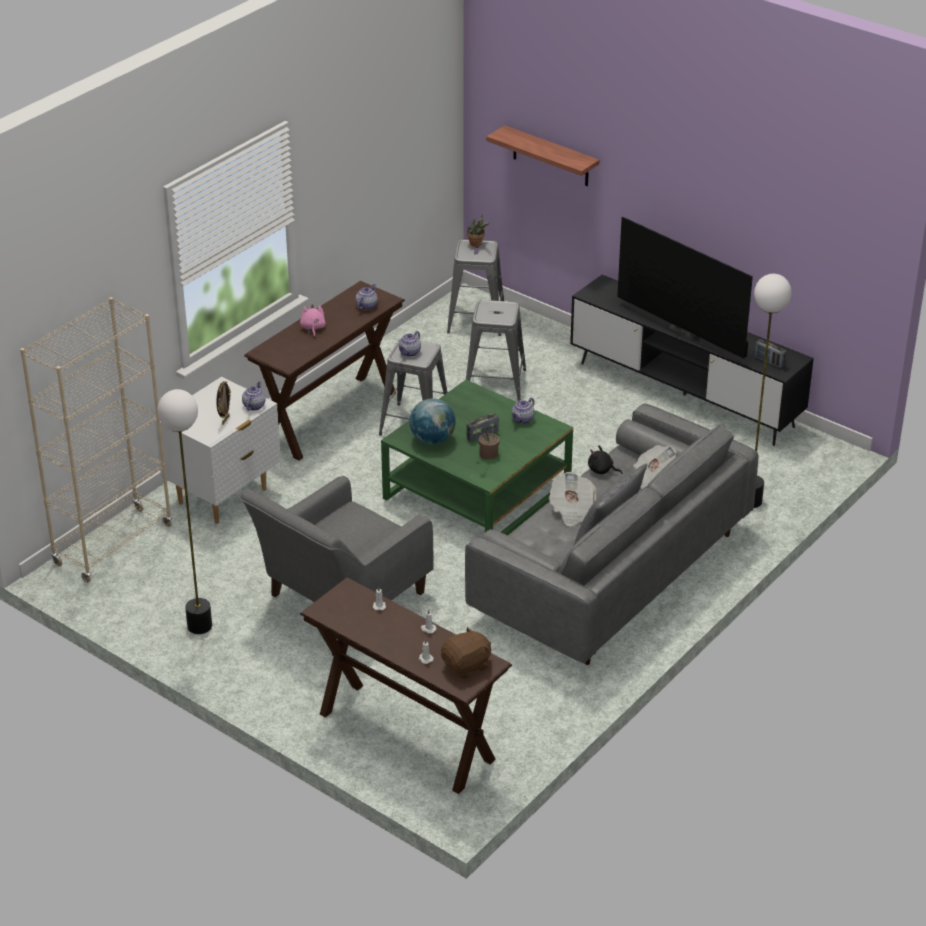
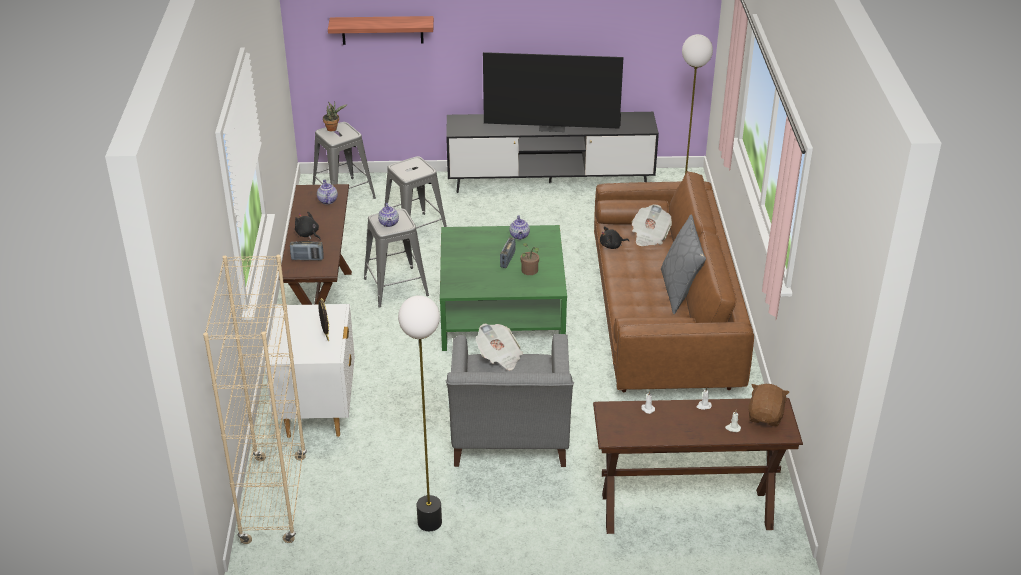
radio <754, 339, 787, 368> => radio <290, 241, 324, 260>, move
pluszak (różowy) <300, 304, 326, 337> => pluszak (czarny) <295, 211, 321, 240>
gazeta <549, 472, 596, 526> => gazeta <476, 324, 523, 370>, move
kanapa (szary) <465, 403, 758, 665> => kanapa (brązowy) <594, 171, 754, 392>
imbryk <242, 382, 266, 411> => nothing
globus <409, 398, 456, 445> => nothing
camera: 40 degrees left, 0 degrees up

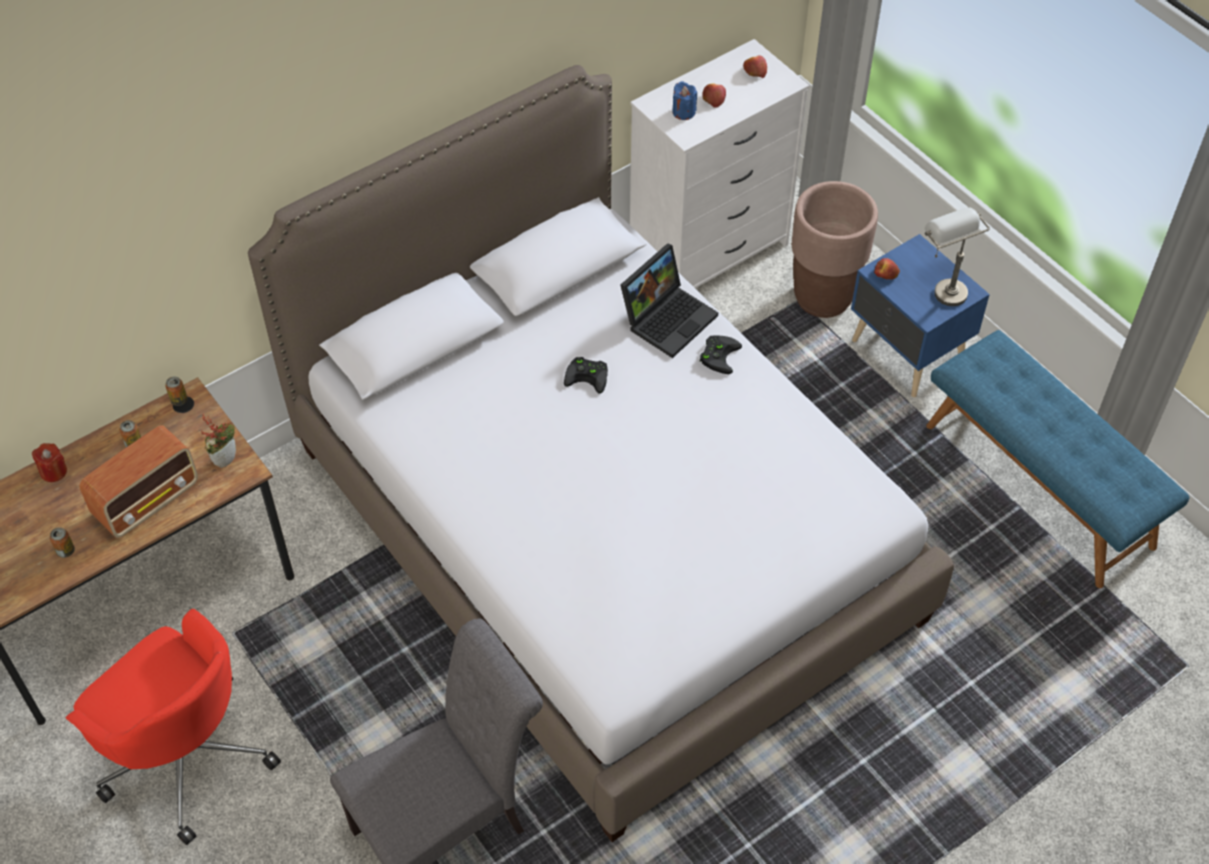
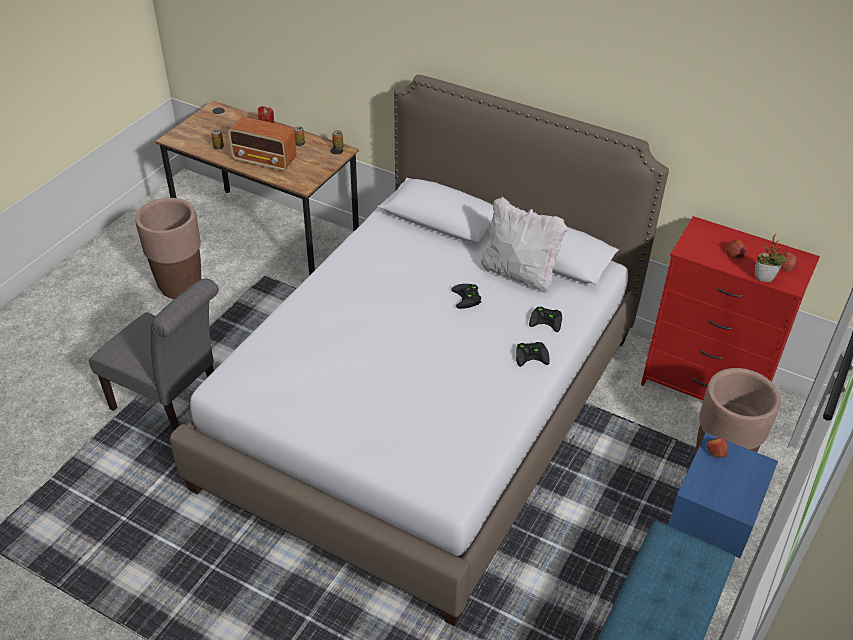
krzesło biurowe (czerwony) <66, 609, 281, 845> => donica (brązowy) <135, 198, 201, 299>
nothing => poduszka (biały) <481, 197, 568, 293>
laptop <620, 243, 718, 358> => pad do gier (czarny) <529, 306, 562, 332>
komoda (biały) <630, 39, 810, 288> => komoda (czerwony) <641, 216, 820, 400>
roślina doniczkowa <201, 414, 236, 468> => roślina doniczkowa <755, 235, 787, 282>, move
świeca (niebieski) <672, 81, 697, 120> => nothing
lampa stołowa (szary) <925, 207, 990, 306> => nothing
camera: 65 degrees right, 10 degrees down

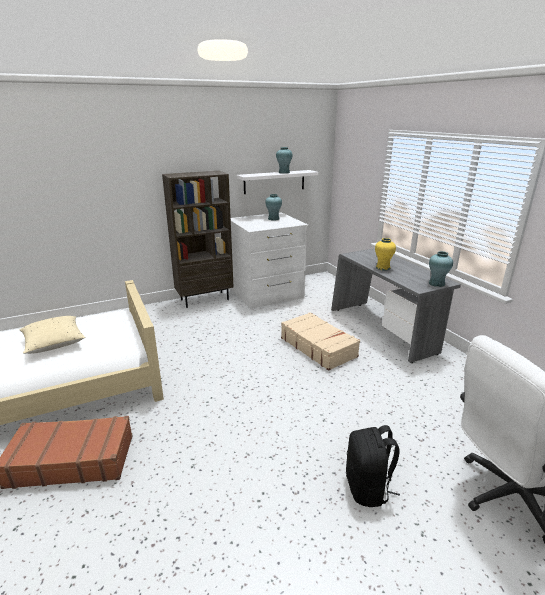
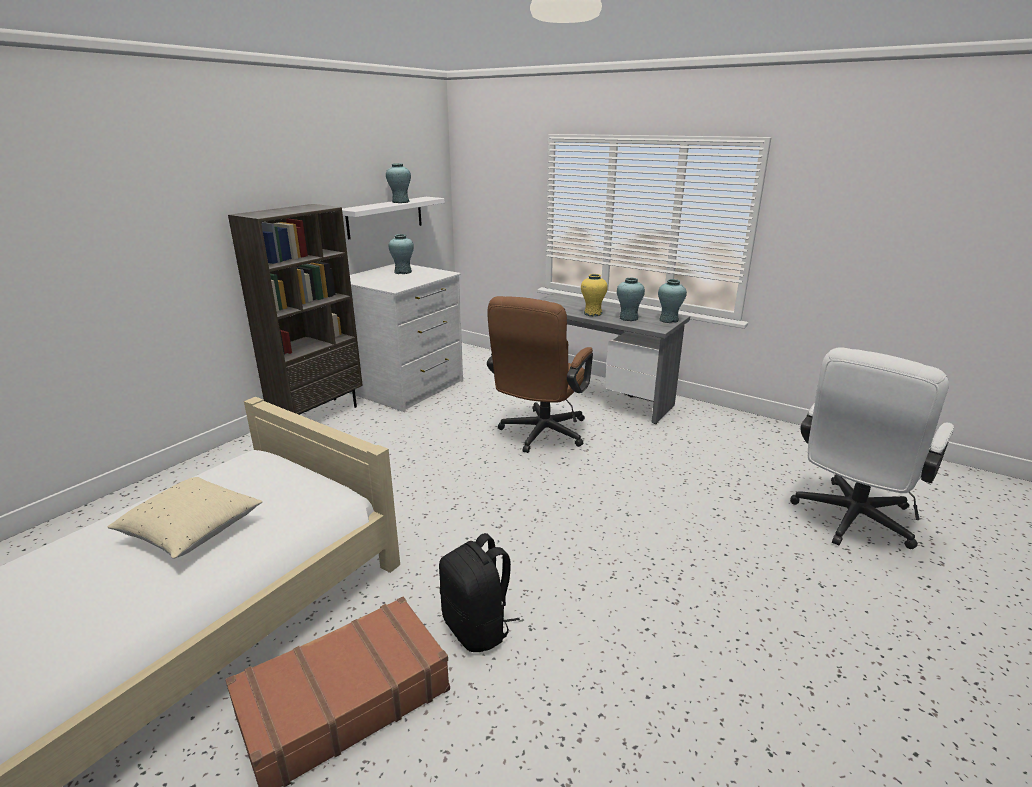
plecak (czarny) <346, 425, 400, 507> => plecak (czarny) <439, 533, 520, 652>, move
walizka (beżowy) <281, 312, 360, 371> => krzesło biurowe (brązowy) <487, 296, 593, 453>
nothing => wazon (turkusowy) <617, 278, 645, 321>
camera: 30 degrees left, 0 degrees up

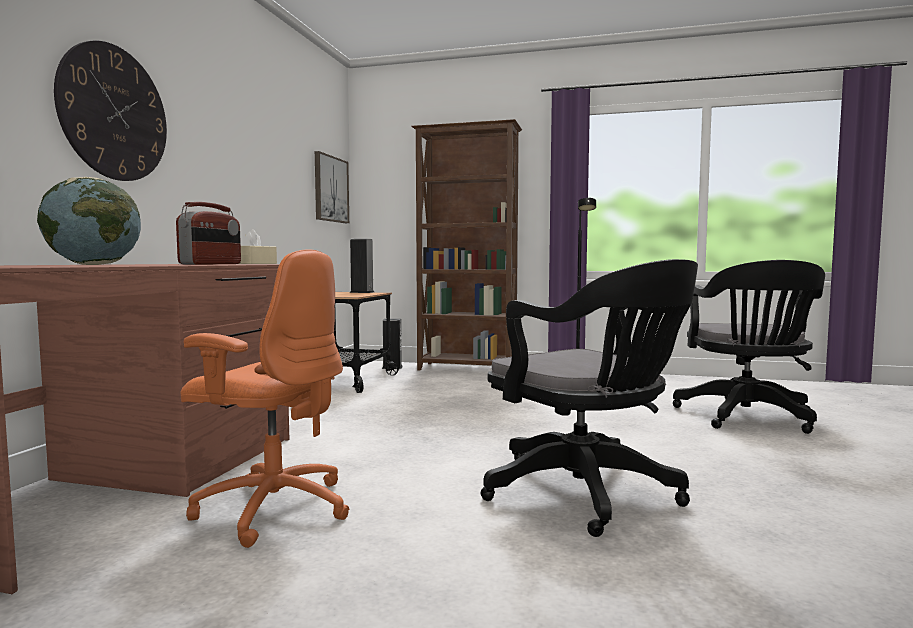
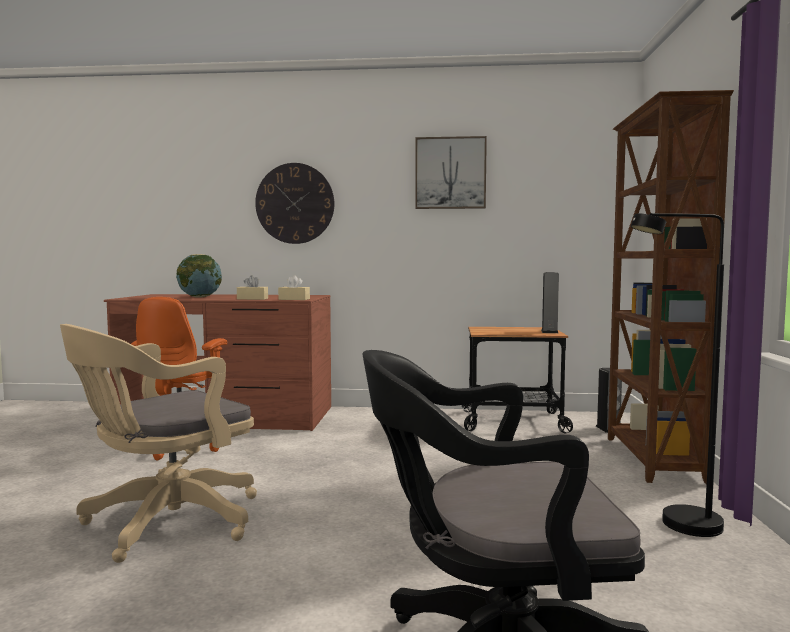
krzesło biurowe (czarny) <481, 259, 698, 537> => krzesło biurowe (beżowy) <60, 324, 257, 563>
radio <176, 202, 241, 265> => pudełko chusteczek (beżowy) <237, 275, 268, 300>
obraz <315, 151, 349, 223> => obraz <415, 136, 487, 209>, move
camera: 80 degrees right, 0 degrees up

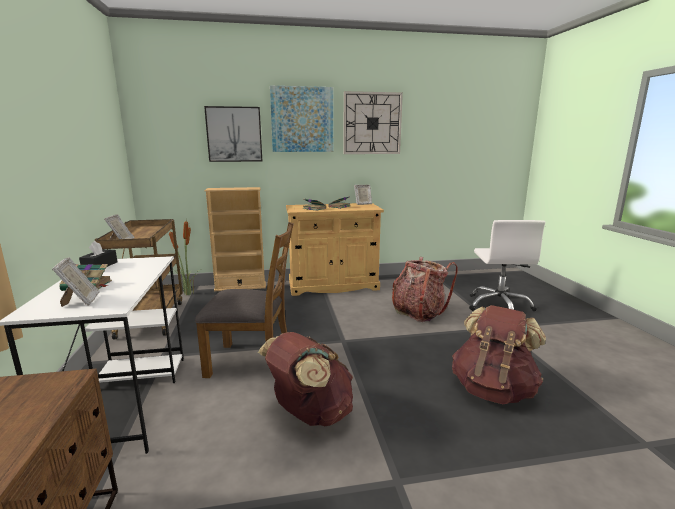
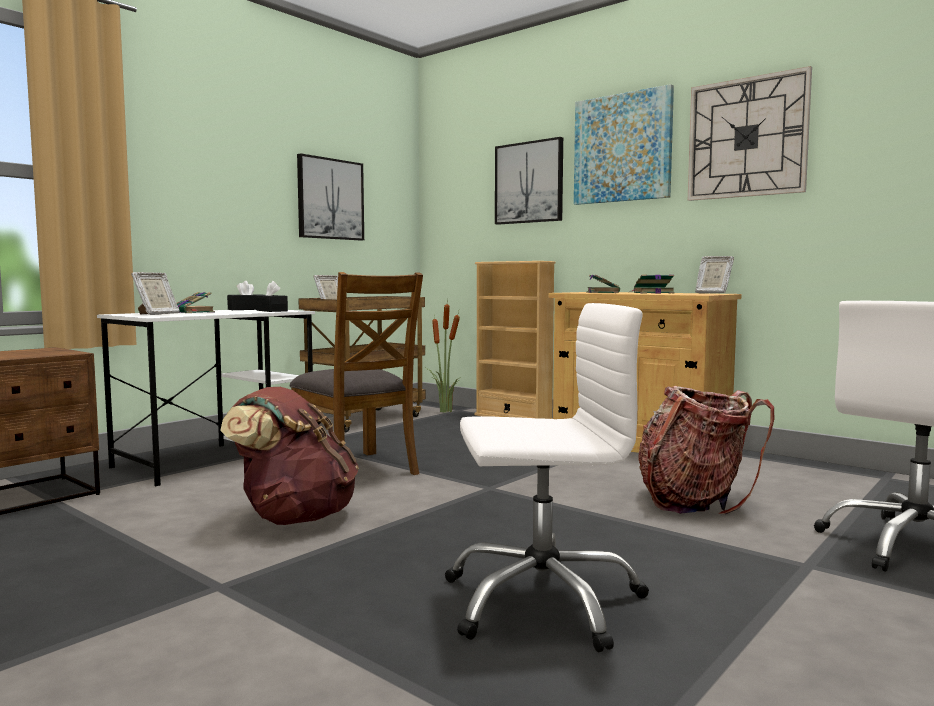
nothing => pudełko chusteczek (czarny) <256, 281, 288, 312>
nothing => obraz <297, 153, 364, 240>
plecak (brązowy) <452, 305, 546, 404> => krzesło biurowe (biały) <445, 303, 649, 652>
camera: 50 degrees right, 10 degrees down

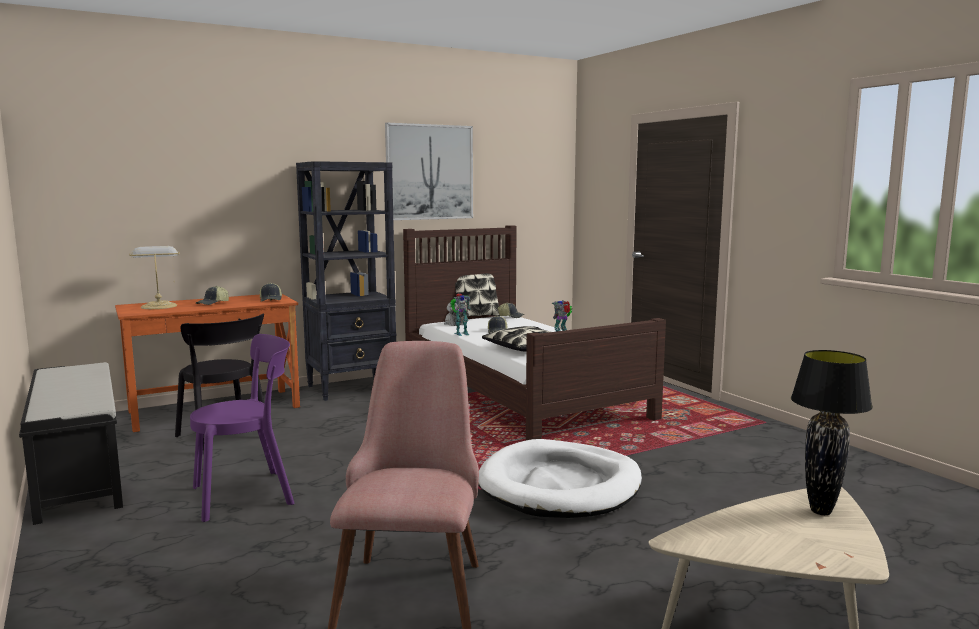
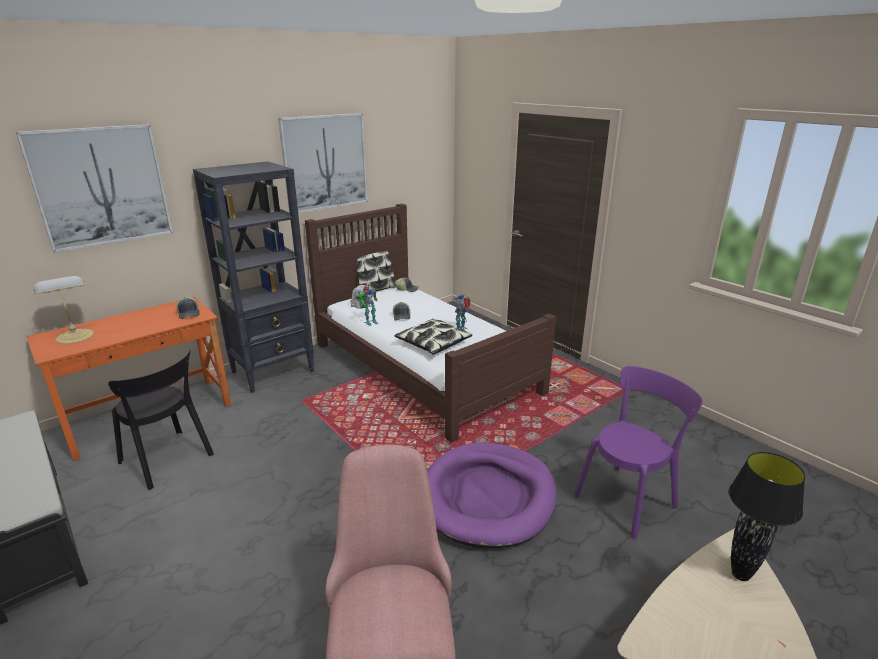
nothing => obraz <16, 124, 173, 253>
legowisko (biały) <478, 439, 642, 518> => legowisko (fioletowy) <427, 442, 556, 548>
krzesło (fioletowy) <190, 334, 295, 522> => krzesło (fioletowy) <574, 366, 703, 539>, move
czapka z daszkiem <196, 286, 229, 305> => nothing
camera: 10 degrees left, 15 degrees up

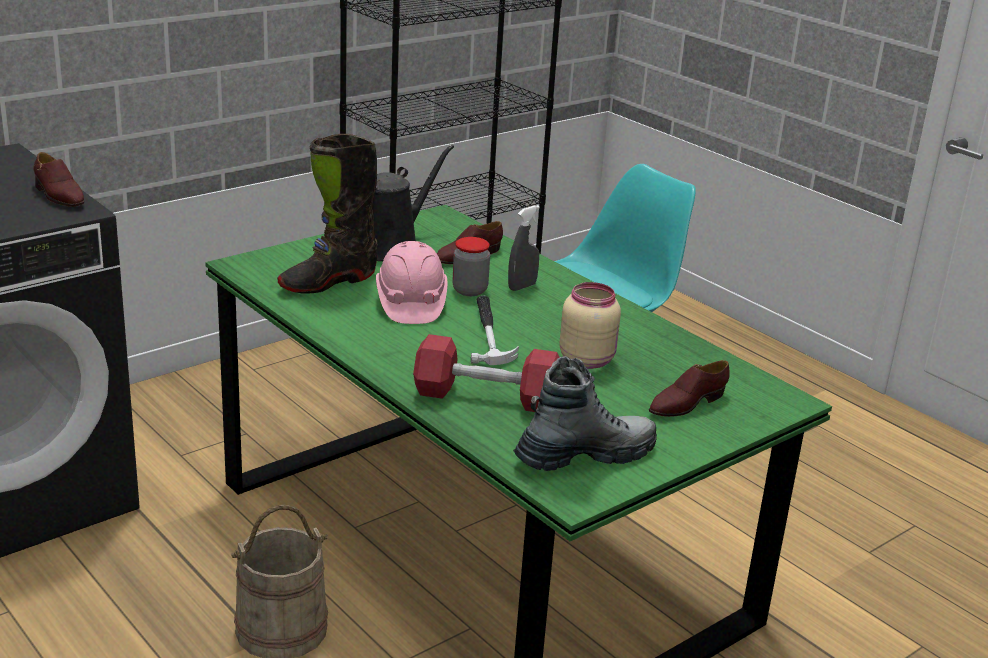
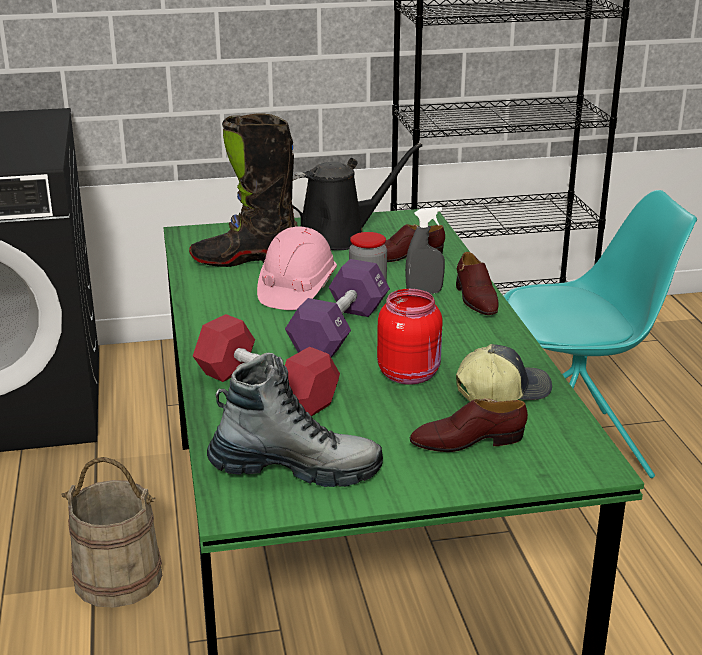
młotek <471, 296, 519, 365> => hantel (fioletowy) <285, 259, 390, 357>
słoik (beżowy) <559, 282, 621, 369> => słoik (czerwony) <377, 289, 443, 385>
but (brązowy) <34, 152, 84, 207> => but (brązowy) <456, 252, 499, 315>, move
nothing => czapka z daszkiem <456, 344, 552, 402>
camera: 30 degrees right, 0 degrees up

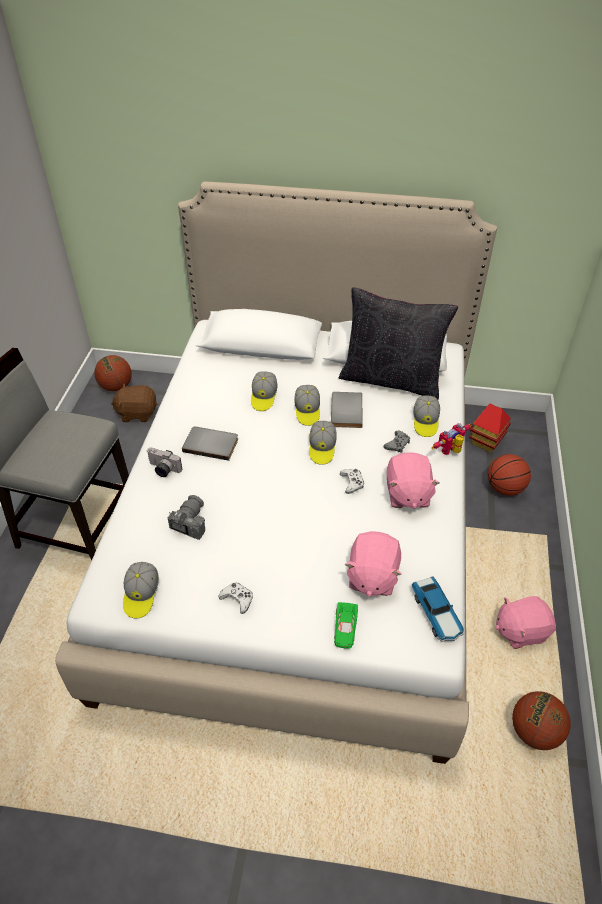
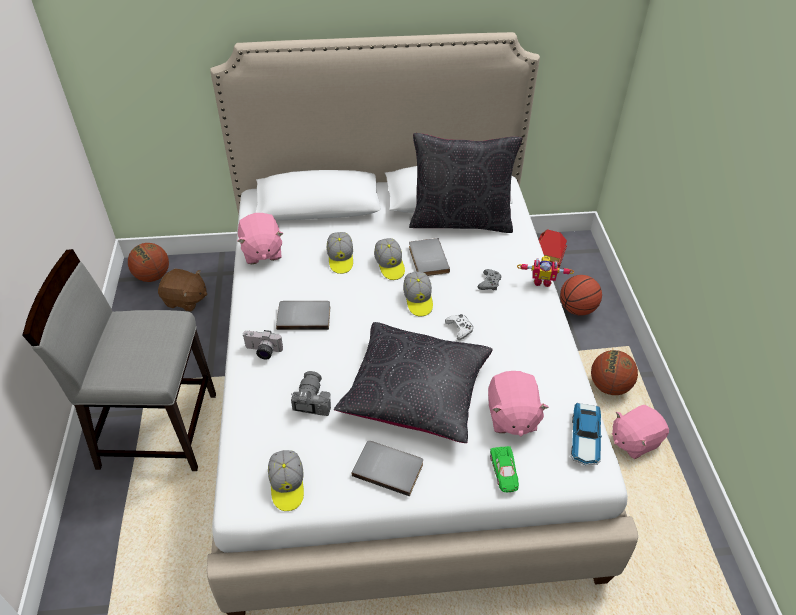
pluszak (brązowy) <111, 384, 157, 422> => pluszak (brązowy) <158, 269, 207, 312>, 150 degrees counterclockwise
pluszak (różowy) <387, 452, 440, 509> => pluszak (różowy) <237, 213, 283, 264>, move
nothing => poduszka (czarny) <334, 322, 493, 443>
pad do gier (biały) <218, 582, 253, 614> => książka (szary) <352, 441, 423, 496>
robot zabawkowy <431, 423, 472, 455> => robot zabawkowy <517, 256, 574, 287>, 120 degrees counterclockwise
samochodzik <412, 577, 464, 642> => samochodzik <571, 403, 602, 465>, 45 degrees clockwise
piłka do koszykówki <512, 691, 570, 750> => piłka do koszykówki <591, 350, 638, 395>, move
czapka z daszkiem <413, 395, 440, 437> => nothing
camera: 15 degrees left, 0 degrees up

